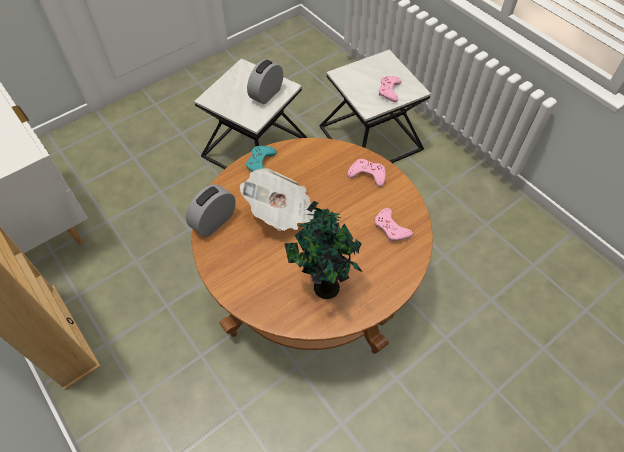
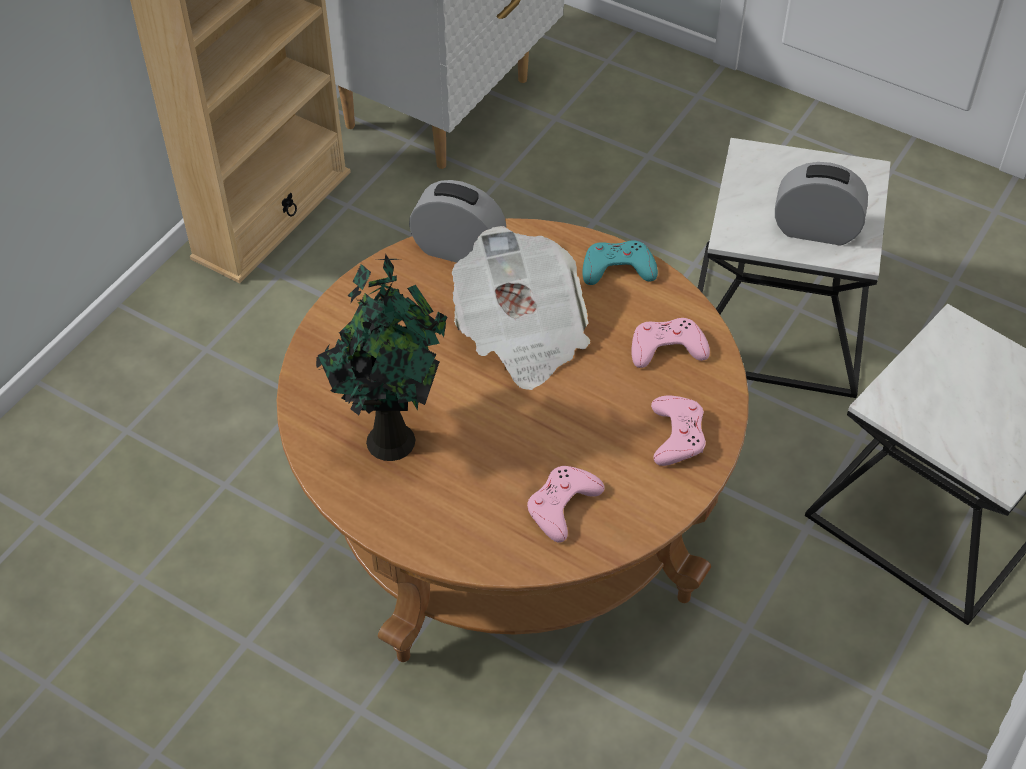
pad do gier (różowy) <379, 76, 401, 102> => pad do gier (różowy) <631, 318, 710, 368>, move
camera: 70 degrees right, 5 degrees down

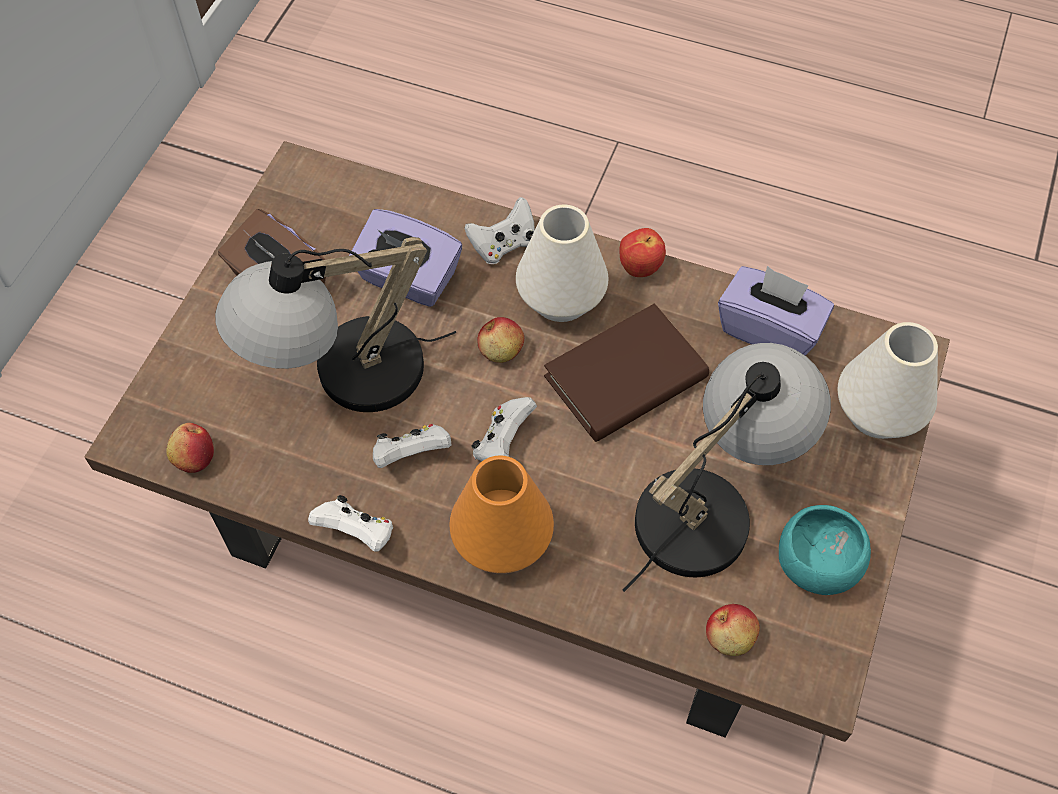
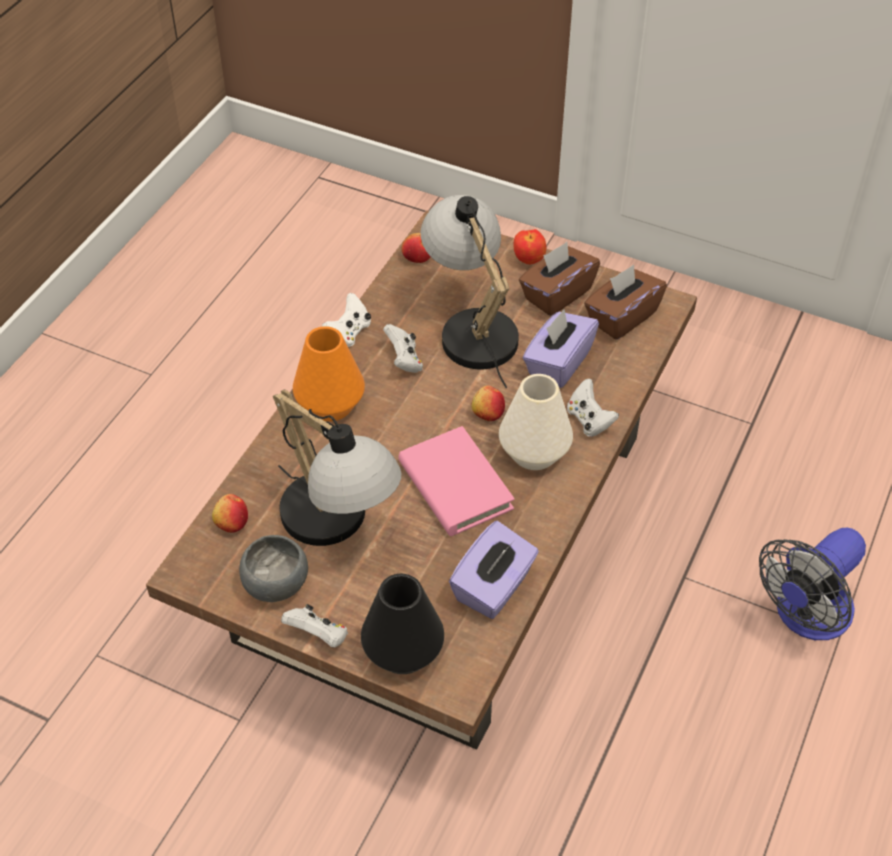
miska (turkusowy) <779, 505, 871, 595> => miska (szary) <239, 535, 308, 602>
pad do gier (biały) <471, 397, 537, 462> => pad do gier (biały) <281, 604, 348, 647>, move
wazon (biały) <838, 322, 938, 439> => wazon (czarny) <361, 574, 444, 674>
książka (brązowy) <544, 303, 709, 442> => książka (różowy) <398, 426, 515, 537>
jabłko <620, 228, 666, 277> => jabłko <513, 229, 546, 265>, move
nothing => pudełko chusteczek (brązowy) <584, 264, 667, 340>
nothing => wentylator <759, 528, 866, 640>
camera: 95 degrees right, 10 degrees down

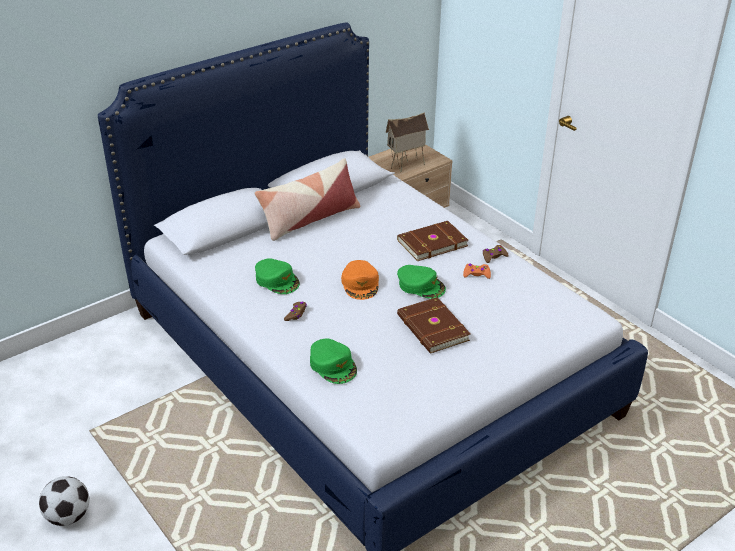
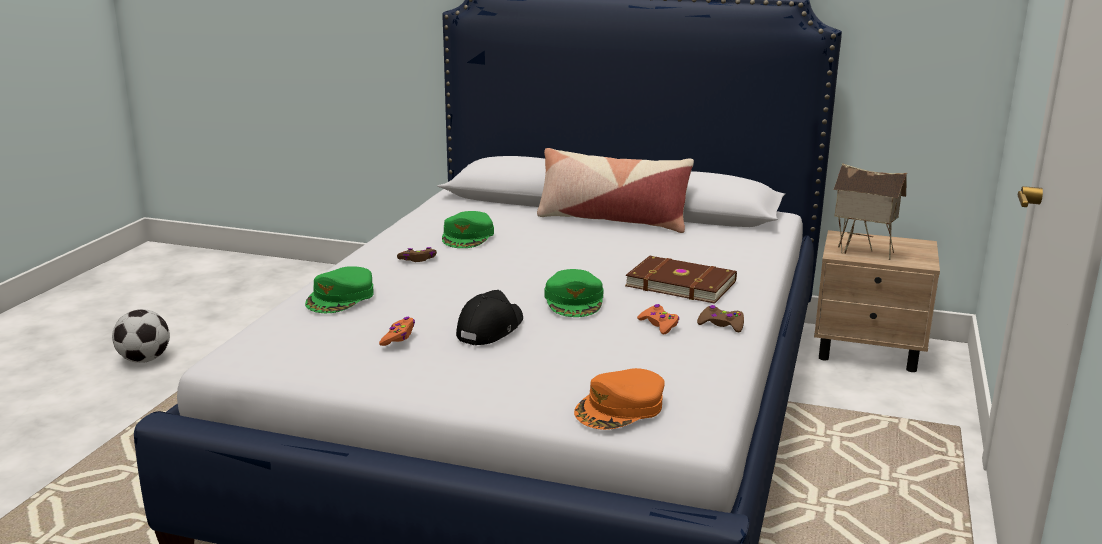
nothing => pad do gier (pomarańczowy) <379, 317, 415, 346>
książka (brązowy) <397, 297, 470, 353> => czapka z daszkiem (czarny) <456, 290, 523, 345>
czapka z daszkiem (pomarańczowy) <341, 260, 379, 300> => czapka z daszkiem (pomarańczowy) <574, 368, 665, 430>, move
camera: 55 degrees right, 15 degrees down

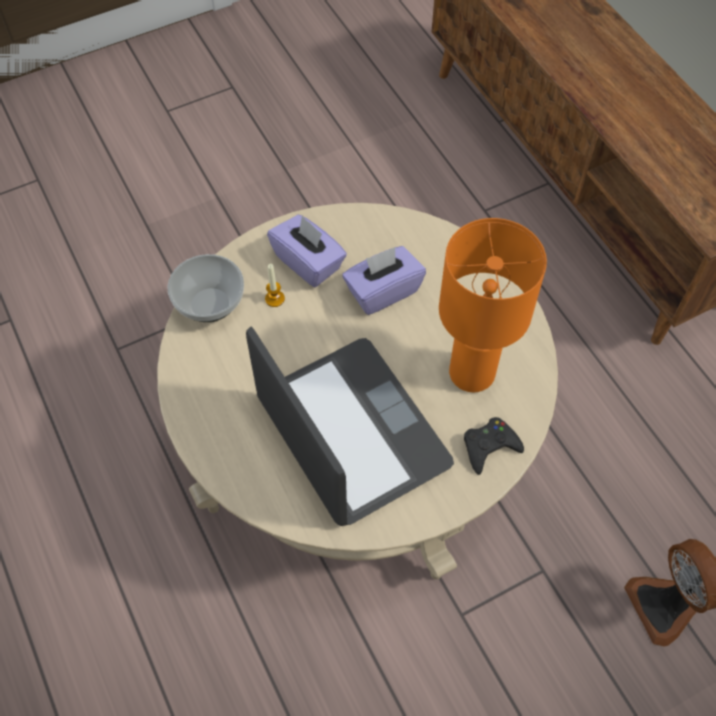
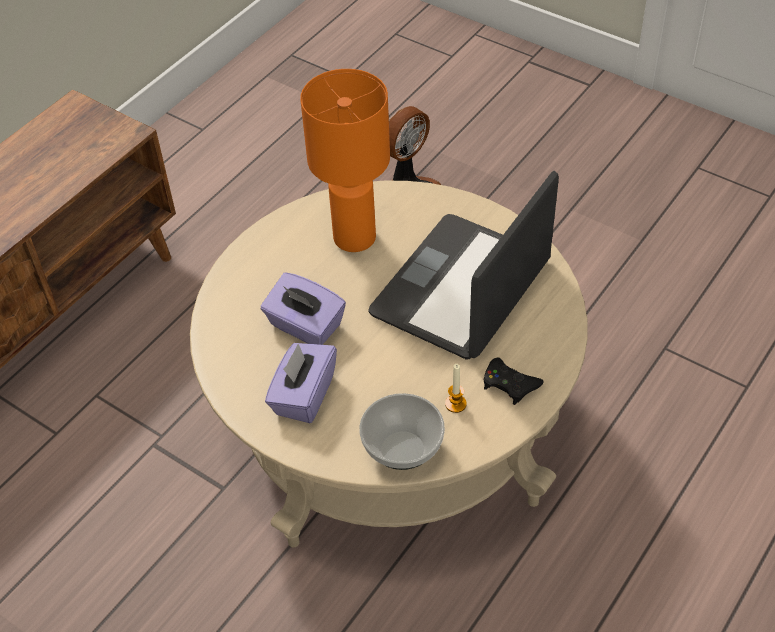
świeca <265, 264, 285, 307> => świeca <445, 364, 467, 413>, move
pad do gier (czarny) <464, 417, 524, 475> => pad do gier (czarny) <484, 357, 544, 405>, move
camera: 115 degrees left, 10 degrees down

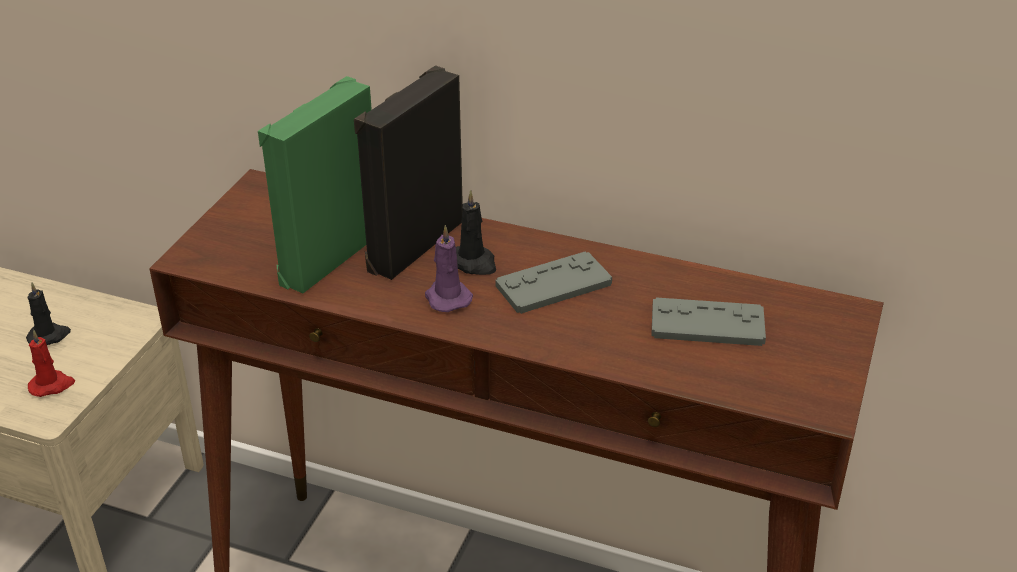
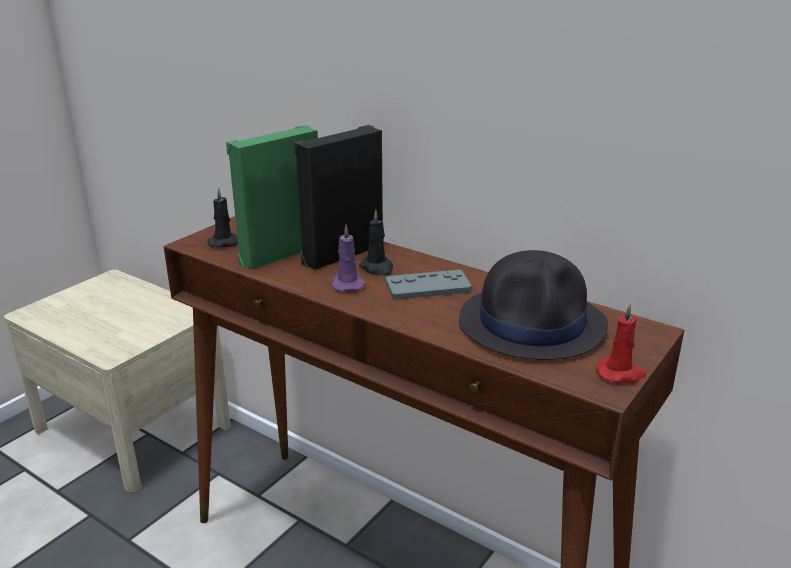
świeca (czarny) <26, 282, 71, 345> => świeca (czarny) <207, 187, 238, 248>, move
pad do gier (szary) <651, 297, 766, 346> => kapelusz (czarny) <459, 250, 608, 360>
świeca (czerwony) <28, 330, 75, 397> => świeca (czerwony) <596, 303, 646, 383>, move
camera: 15 degrees right, 10 degrees down

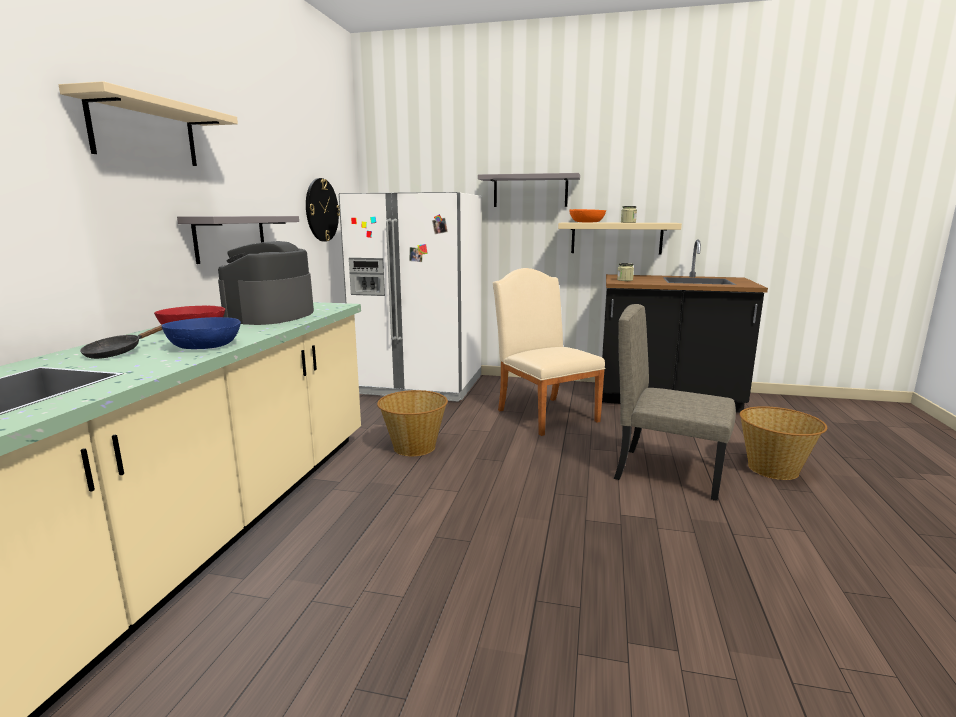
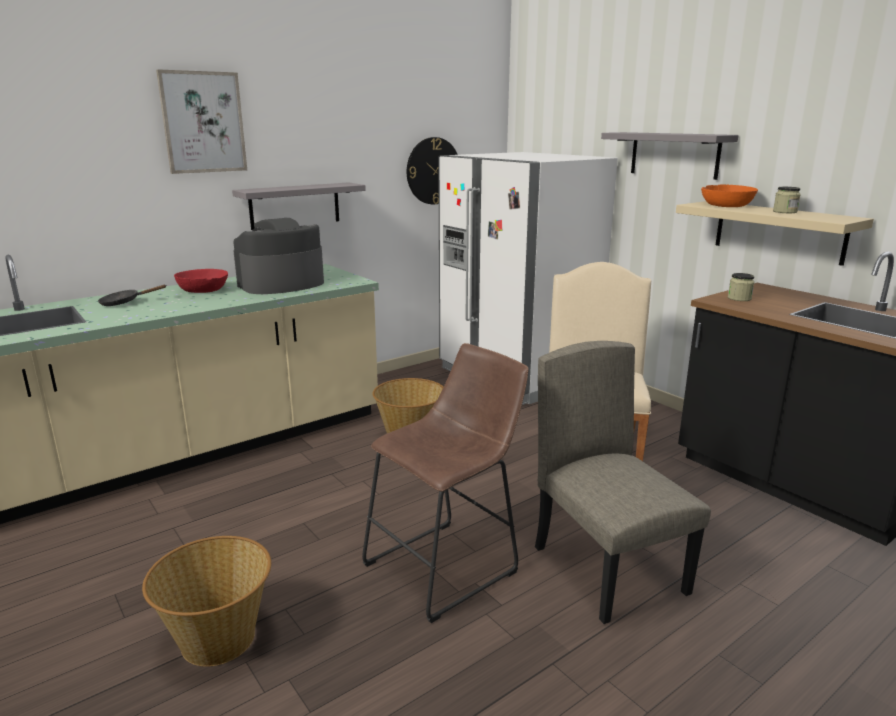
koszyk <740, 406, 827, 480> => koszyk <142, 536, 271, 667>, move
półka (beżowy) <59, 81, 238, 166> => obraz <156, 69, 247, 174>
nothing => stołek (brązowy) <362, 343, 529, 623>
miska (niebieski) <162, 317, 241, 349> => nothing
camera: 40 degrees right, 5 degrees up

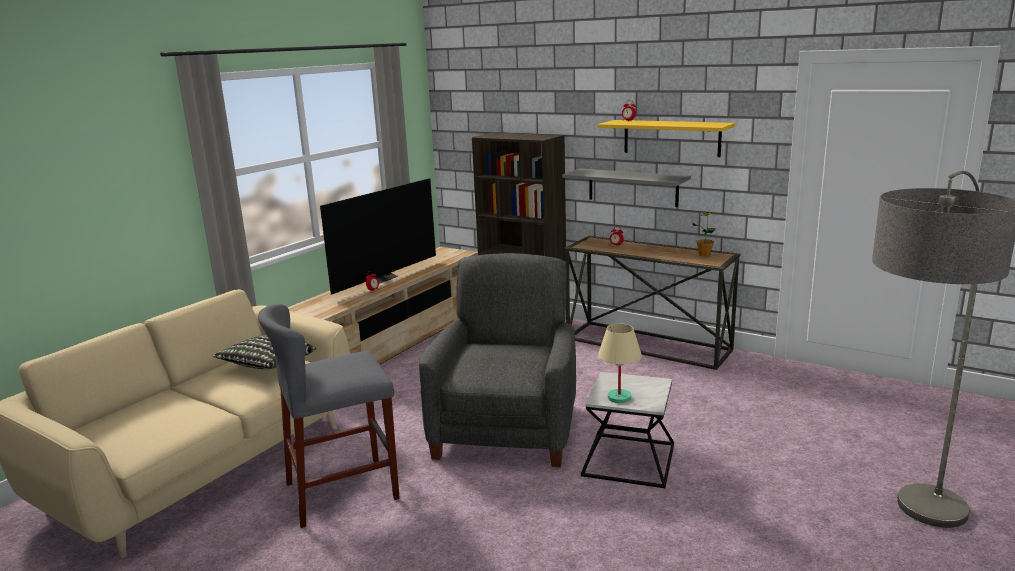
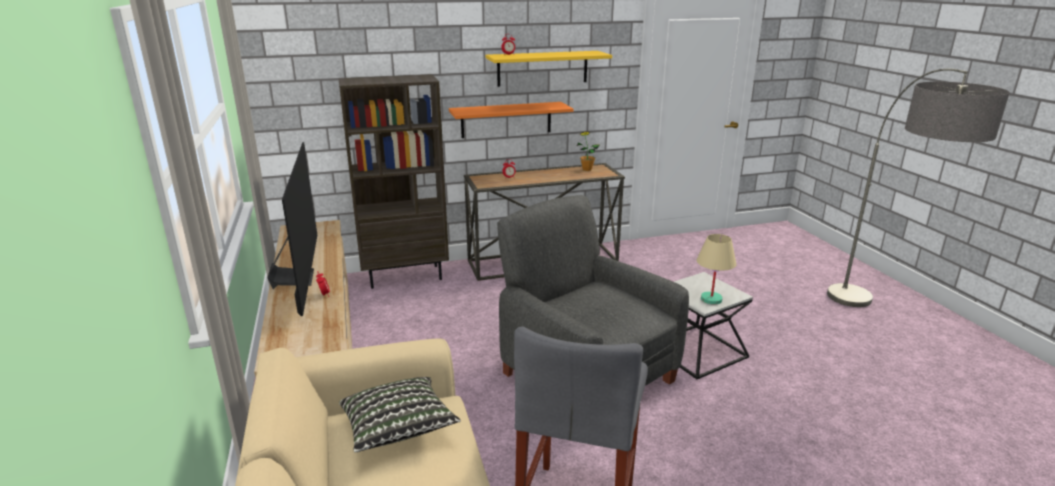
półka (szary) <562, 169, 691, 207> => półka (pomarańczowy) <449, 102, 573, 138>
camera: 50 degrees left, 5 degrees up

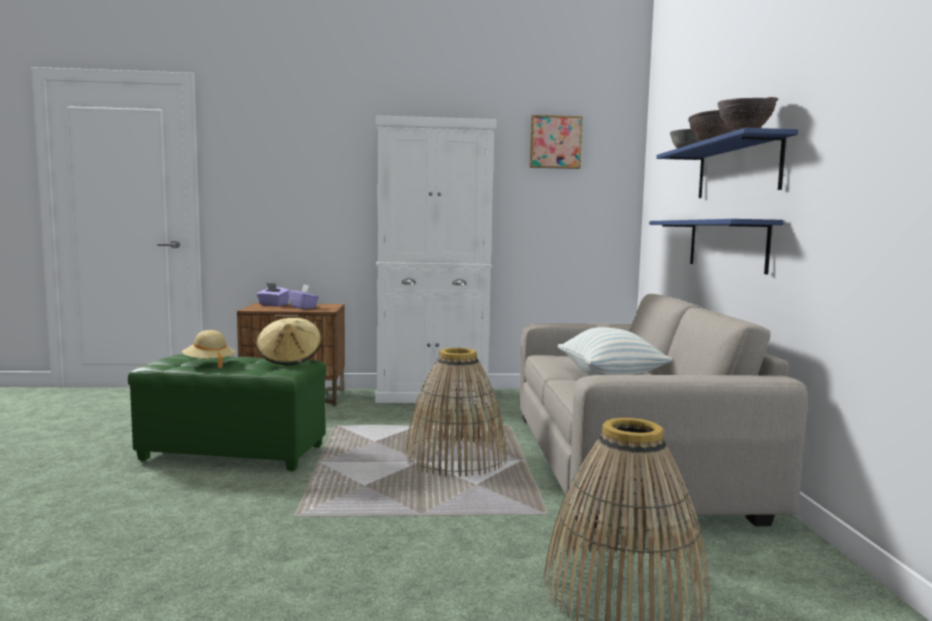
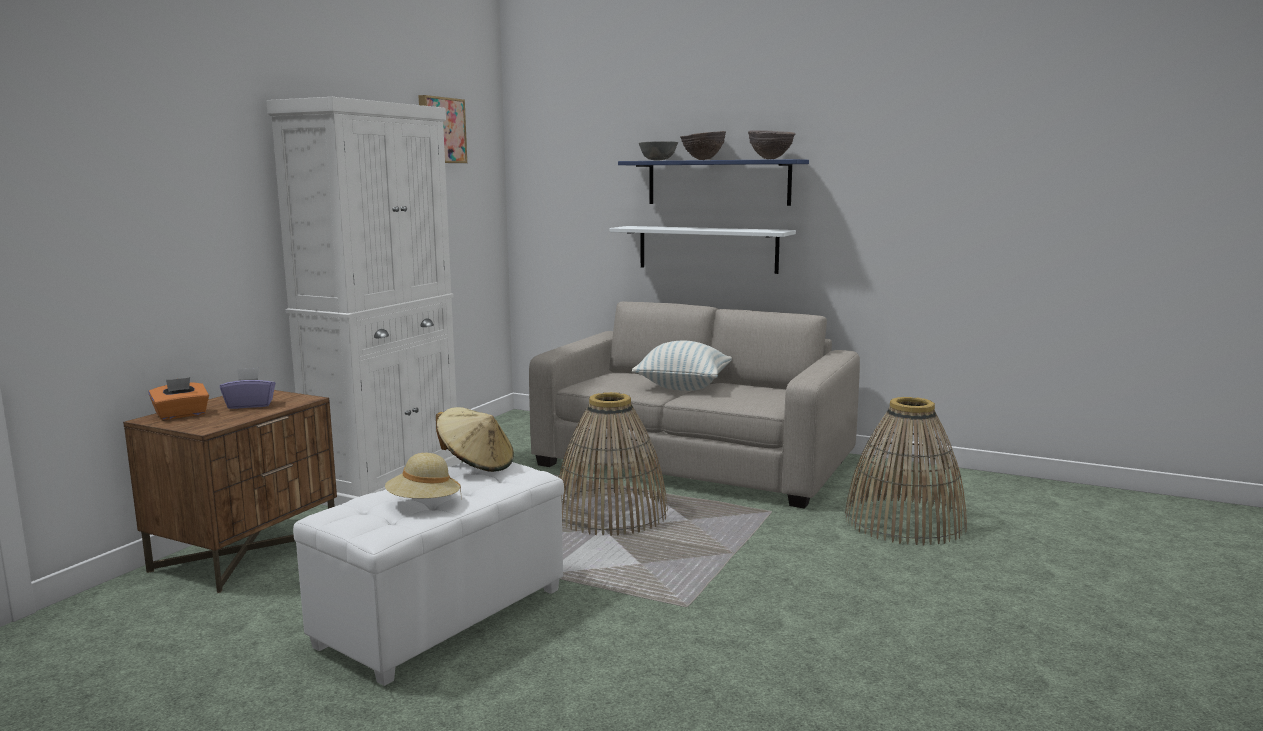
pudełko chusteczek (fioletowy) <256, 283, 290, 306> => pudełko chusteczek (pomarańczowy) <149, 377, 209, 420>
pufa (zielony) <128, 354, 326, 471> => pufa (biały) <293, 462, 564, 686>
półka (niebieski) <649, 219, 783, 274> => półka (biały) <609, 226, 796, 274>
camera: 60 degrees left, 5 degrees up

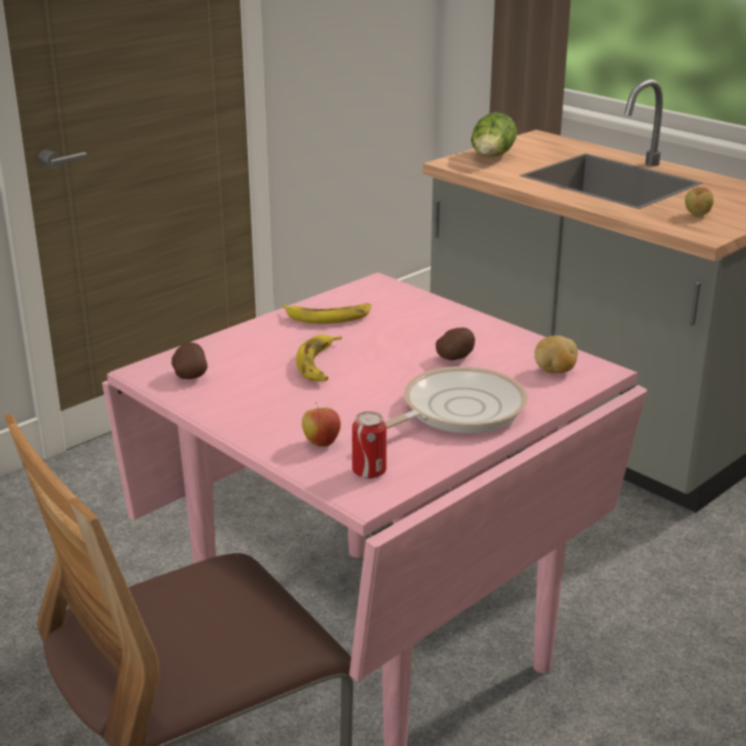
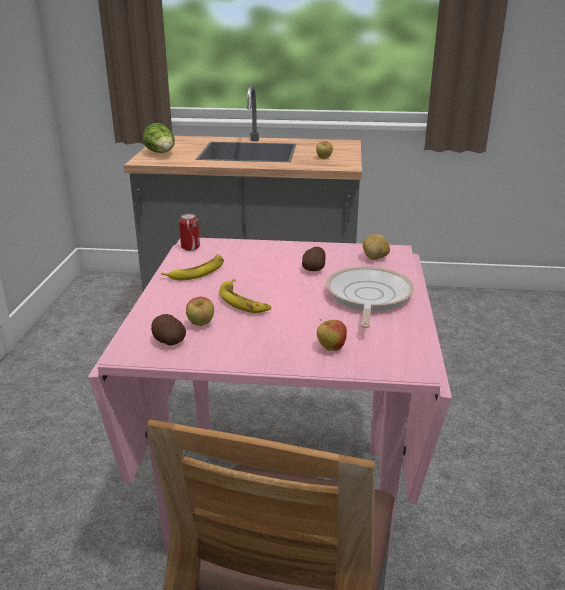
puszka <352, 411, 387, 479> => puszka <179, 213, 200, 251>, move
nothing => jabłko <186, 297, 214, 326>
camera: 40 degrees left, 0 degrees up

